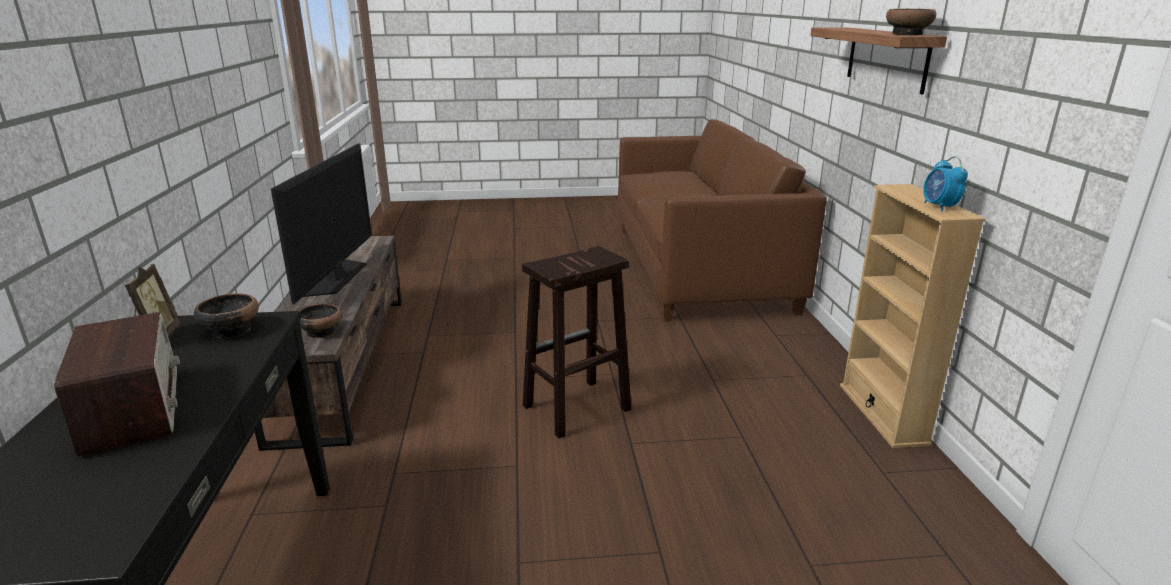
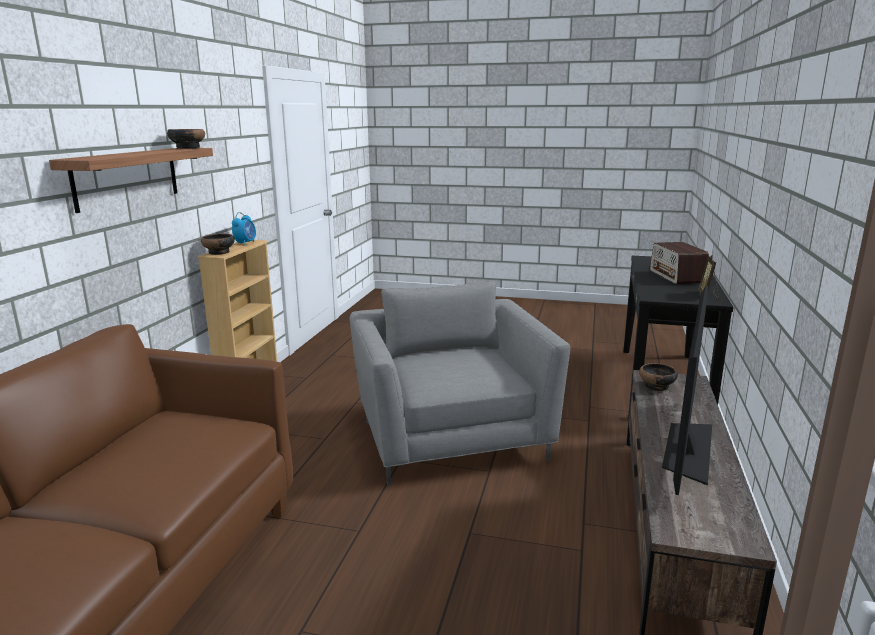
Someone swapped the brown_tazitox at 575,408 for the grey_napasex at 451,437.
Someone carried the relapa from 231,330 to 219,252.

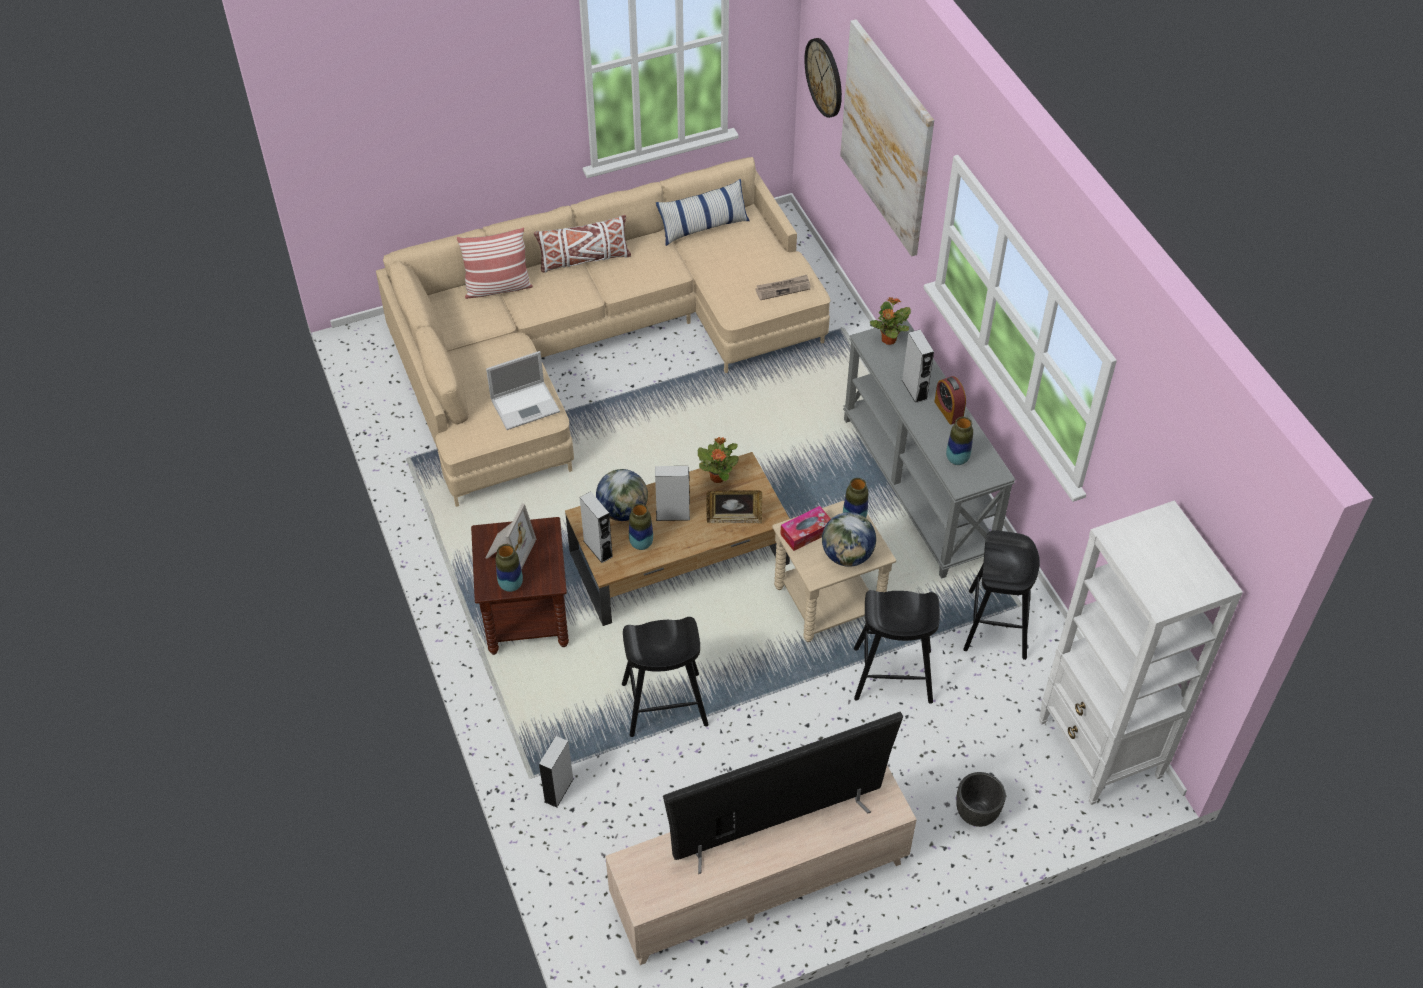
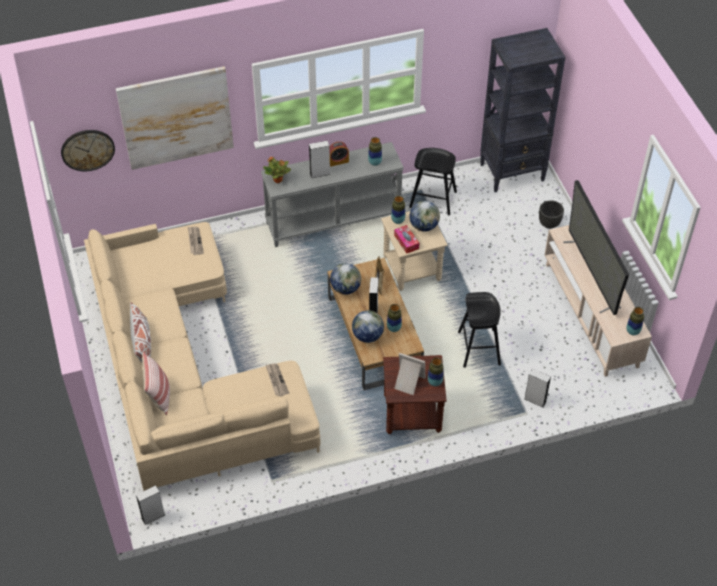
Someone took away the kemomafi at 703,227.
Someone swapped the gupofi at 526,405 for the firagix at 276,380.
Someone swapped the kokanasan at 718,477 for the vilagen at 345,288.
Someone carried the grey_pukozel from 598,548 to 153,516.
Someone repainted the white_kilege at 1099,750, which became the black_kilege at 512,172.
Someone took away the black_tazitox at 893,675.
Someone put down the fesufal at 633,331.

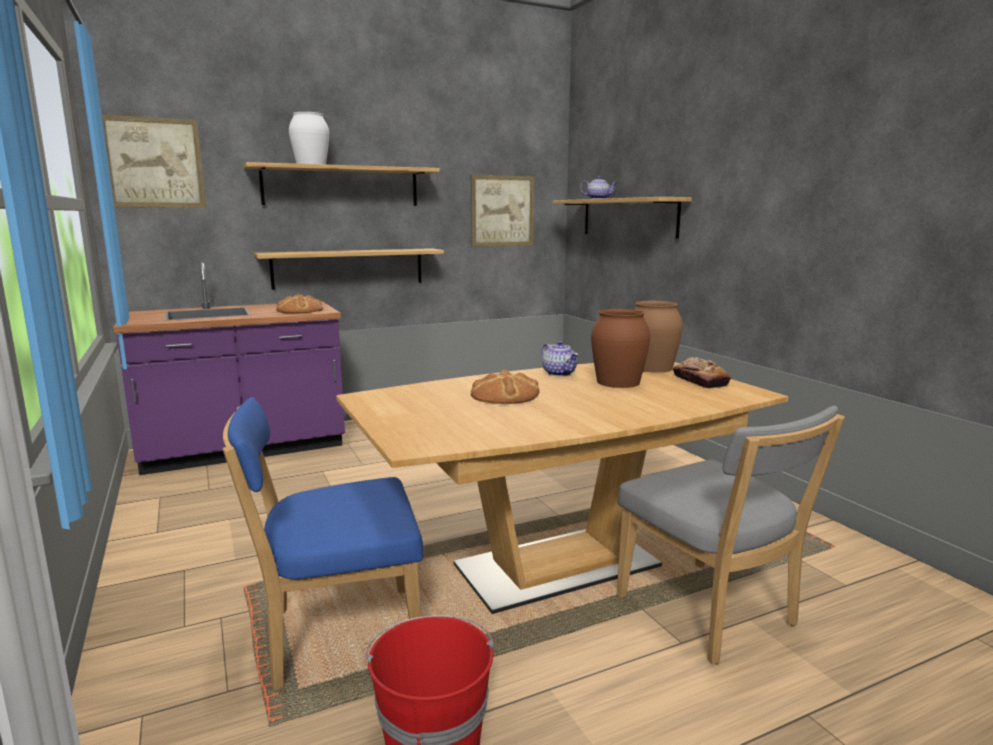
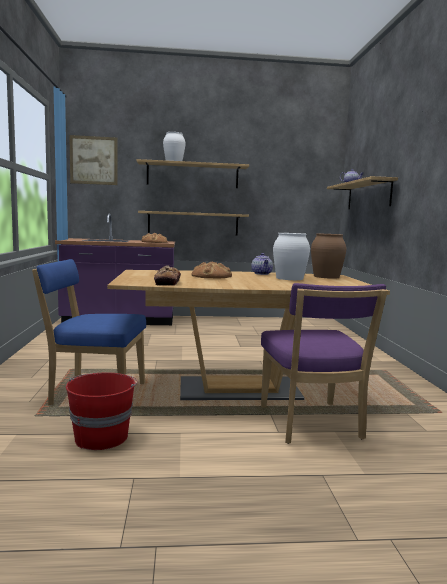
Someone took away the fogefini at 502,211.
Someone repainted the brown_fesufal at 617,382, which became the white_fesufal at 289,278.
Someone carried the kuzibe from 700,381 to 167,283.
Someone repainted the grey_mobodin at 711,614, which became the purple_mobodin at 311,425.

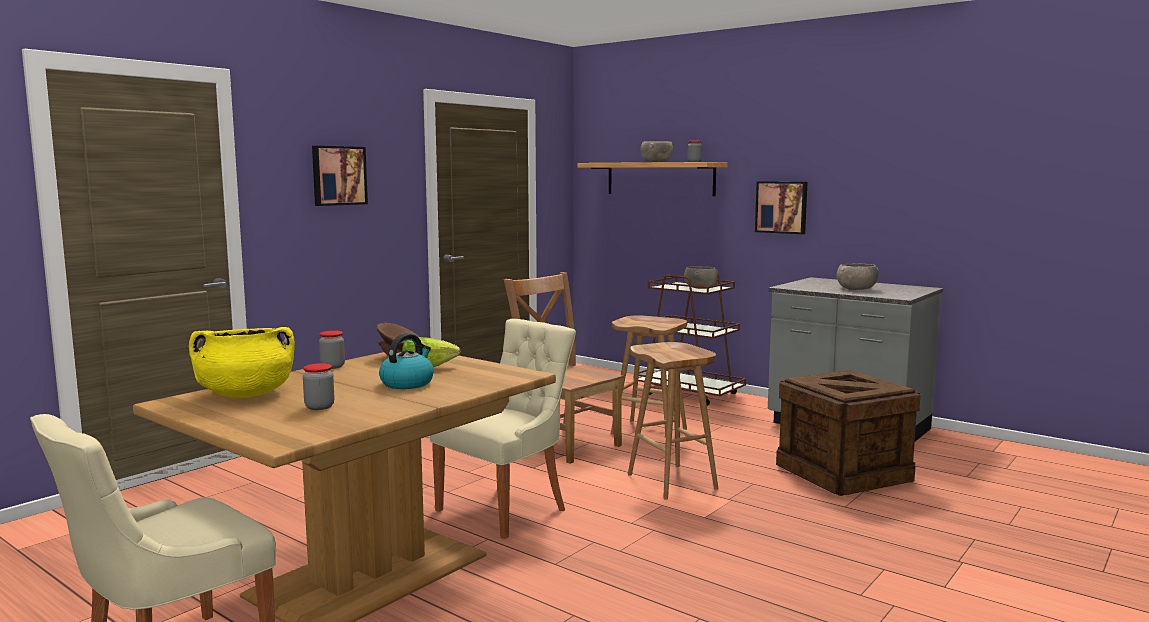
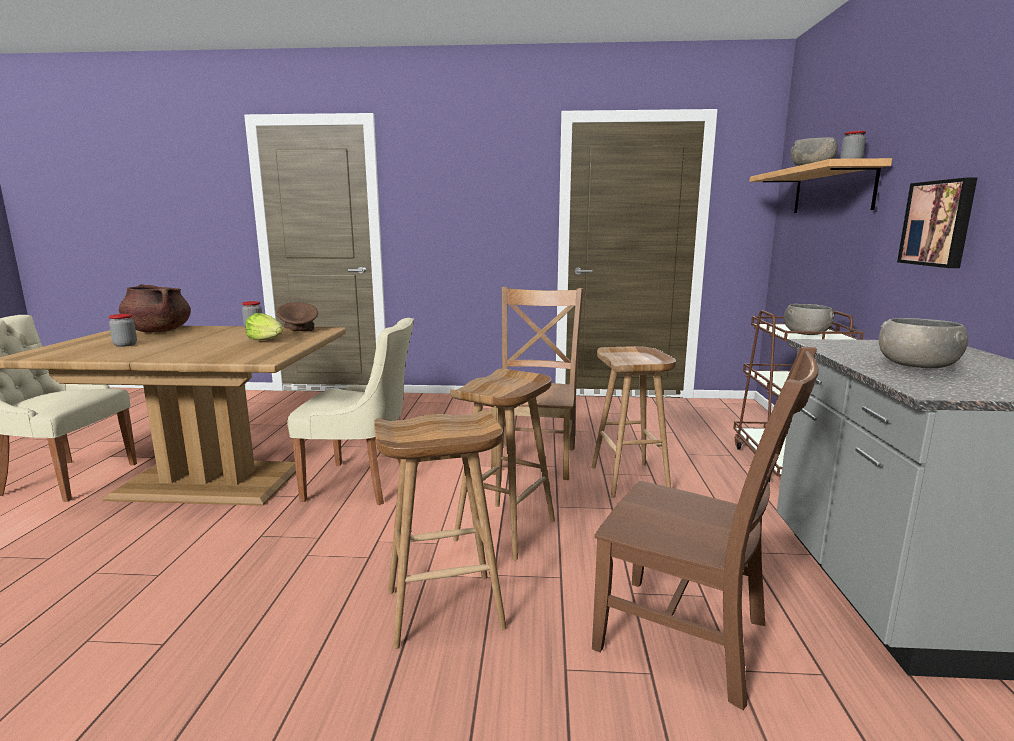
Someone took away the fogefini at 338,175.
Someone repainted the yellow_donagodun at 246,394, which became the brown_donagodun at 158,331.
Someone took away the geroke at 407,383.
Someone swapped the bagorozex at 844,474 for the brown_mobodin at 689,639.
Someone put down the brown_tazitox at 442,610.

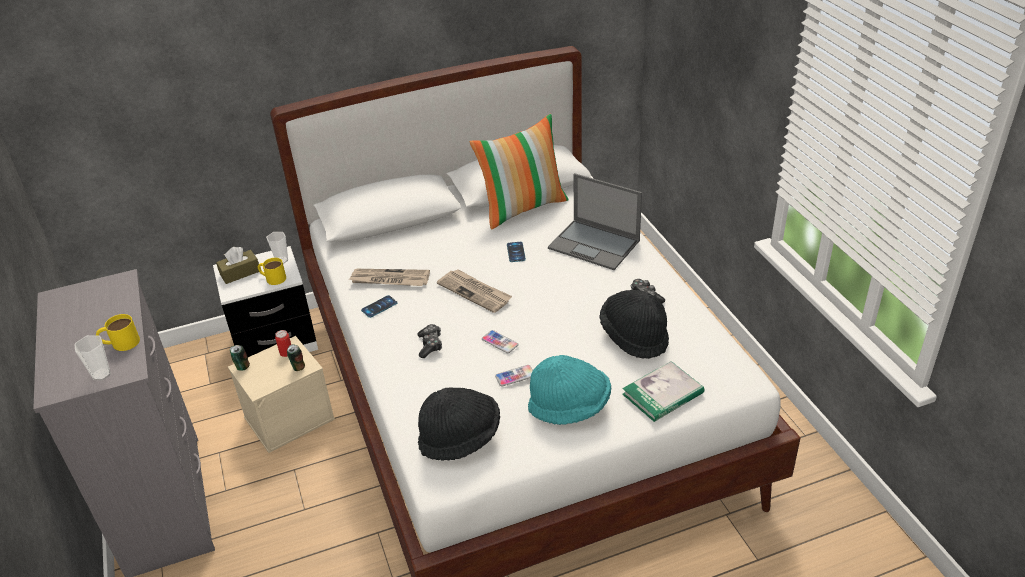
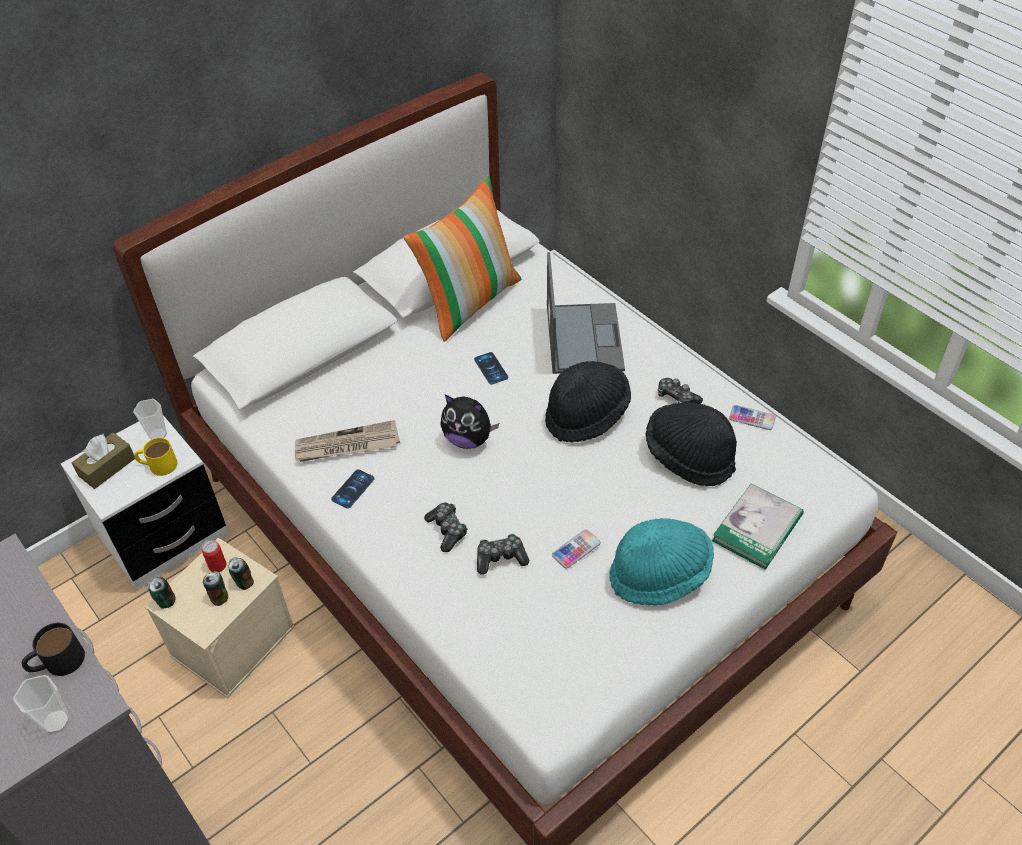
Someone rotated the gupofi at 595,245 by 105 degrees counterclockwise.
Someone swapped the firagix at 475,292 for the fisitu at 468,439.
Someone repainted the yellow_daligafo at 120,343, which became the black_daligafo at 57,662.
Someone carried the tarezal from 500,342 to 752,418.
Someone carried the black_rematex from 460,438 to 586,415.
Someone put down the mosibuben at 501,558.
Someone put down the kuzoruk at 219,597.

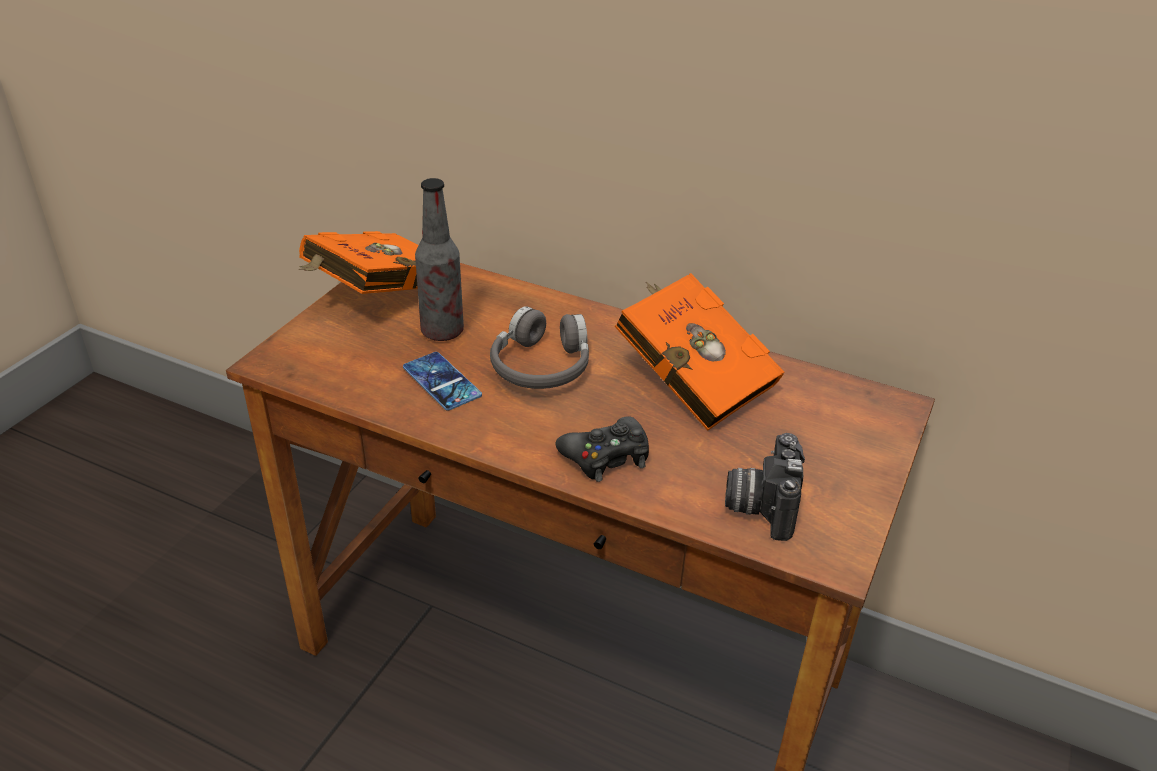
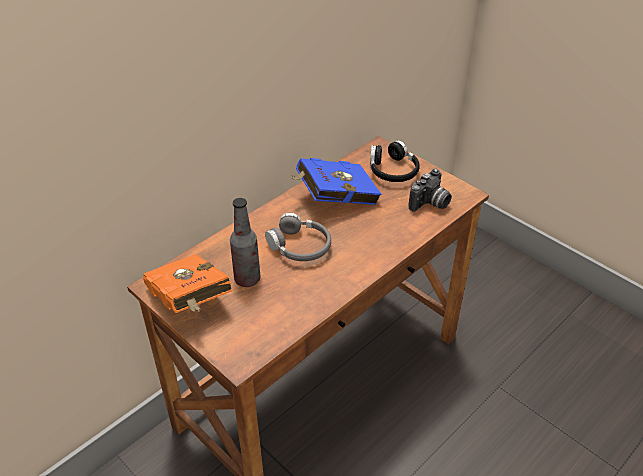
Someone repainted the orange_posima at 691,378, which became the blue_posima at 334,198.
Someone took away the tarezal at 441,381.
Someone took away the black_mosibuben at 606,457.
Someone rotated the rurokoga at 760,505 by 75 degrees counterclockwise.
Someone put down the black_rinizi at 392,170.

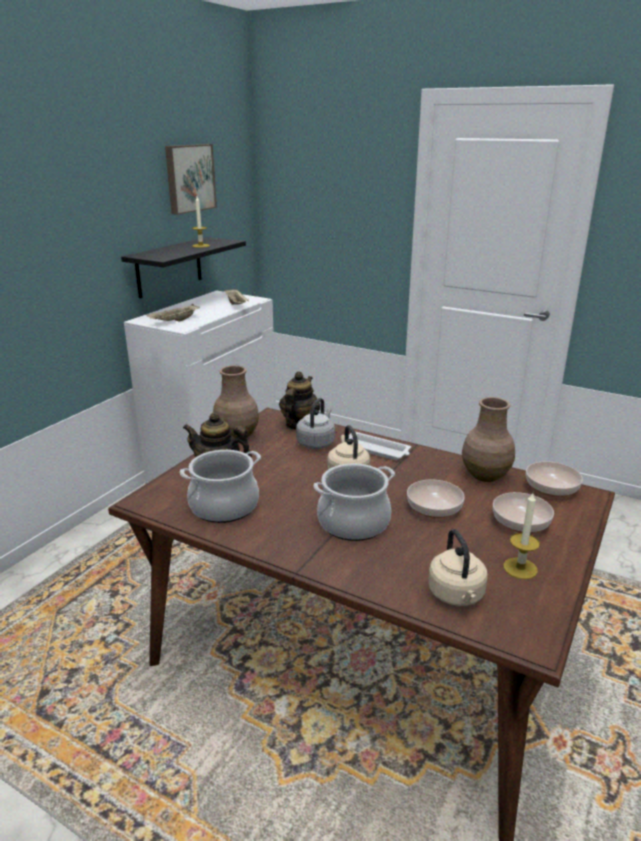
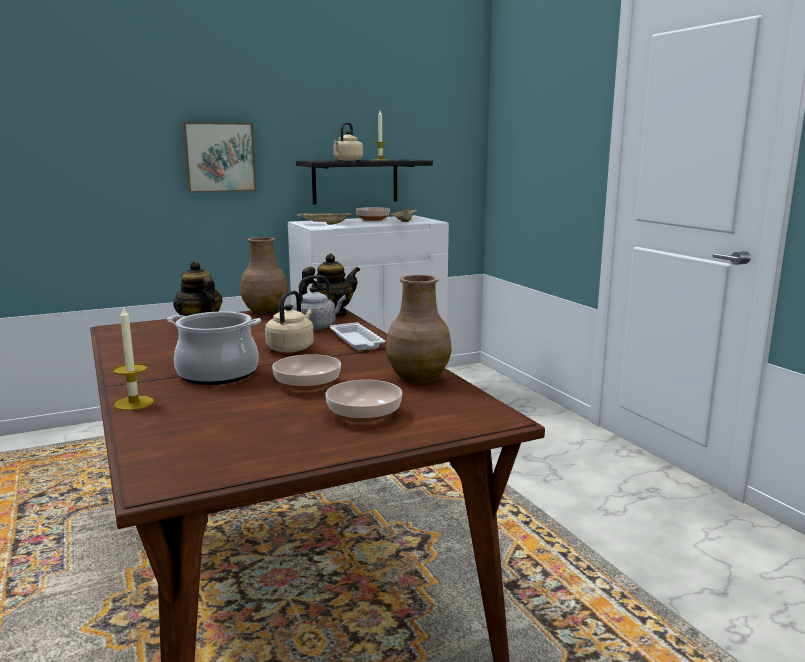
Someone carried the fogefini from 189,178 to 219,157.
Someone took away the donagodun at 224,506.
Someone carried the relapa from 551,488 to 373,219.
Someone carried the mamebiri from 520,568 to 134,403.
Someone carried the beige_geroke from 457,595 to 347,160.

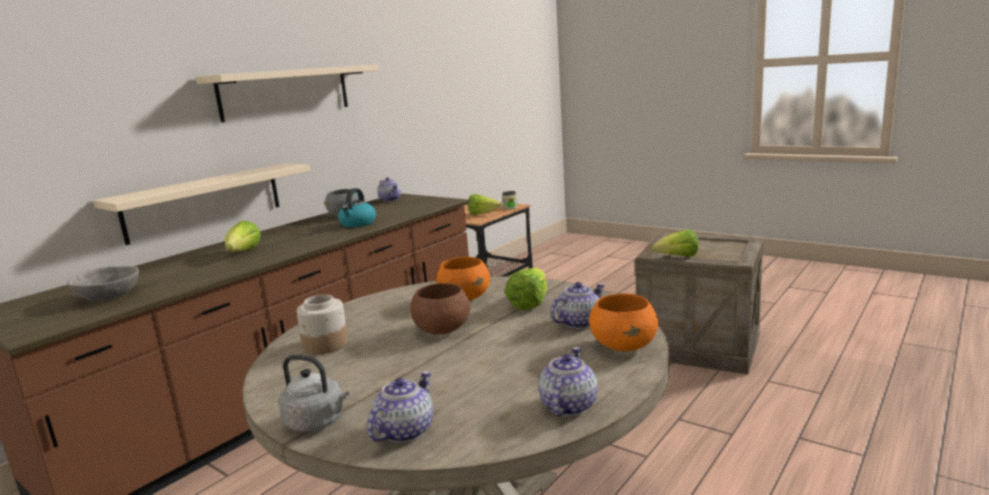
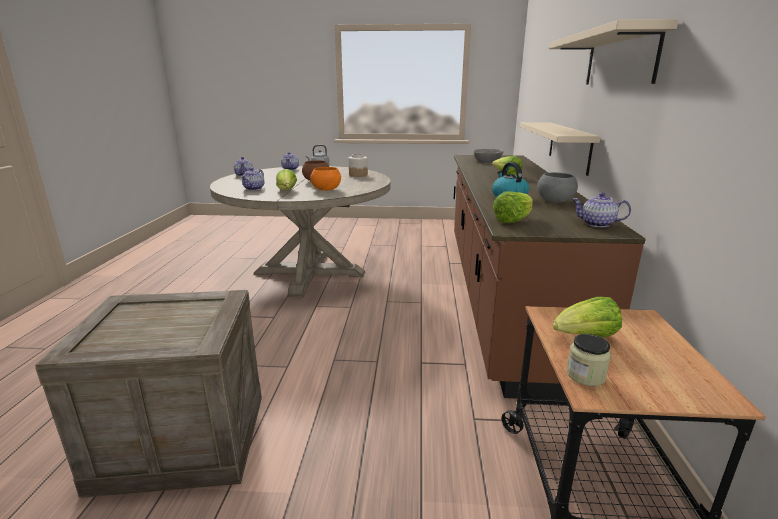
Someone carried the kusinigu from 678,257 to 513,220.
Someone took away the orange_relapa at 624,346.

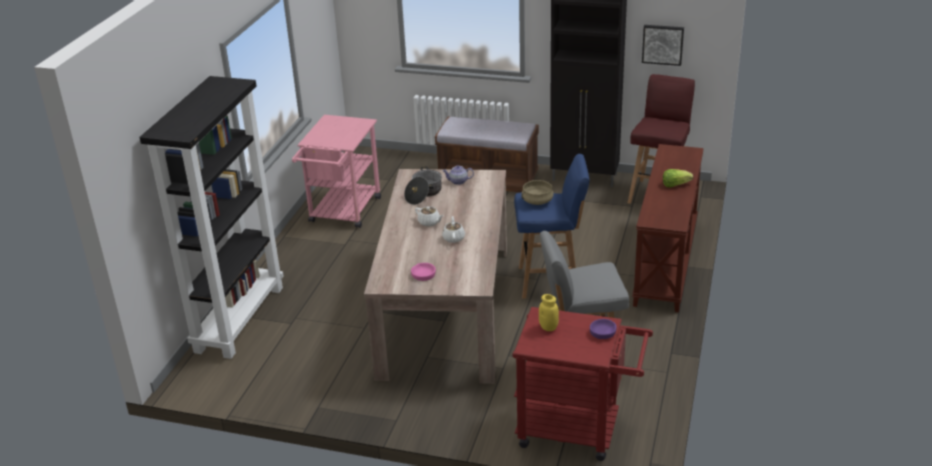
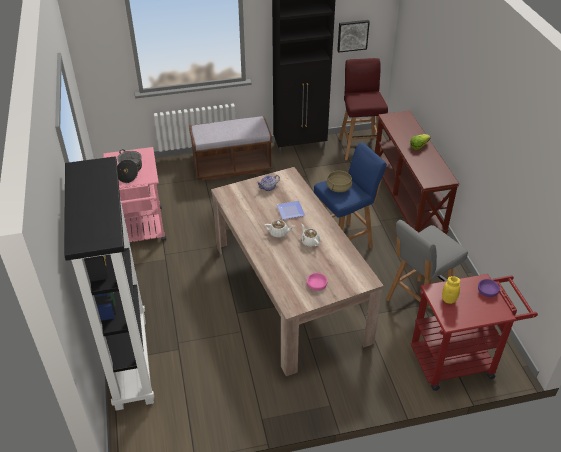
Someone carried the donagodun from 423,194 to 130,171.
Someone put down the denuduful at 291,211.

